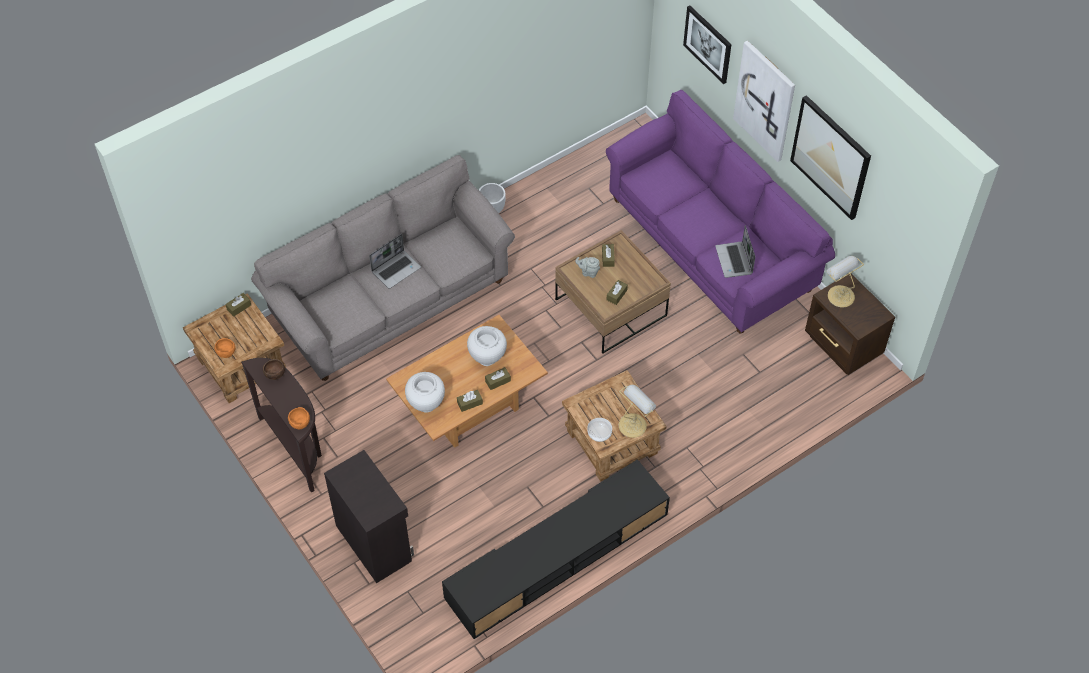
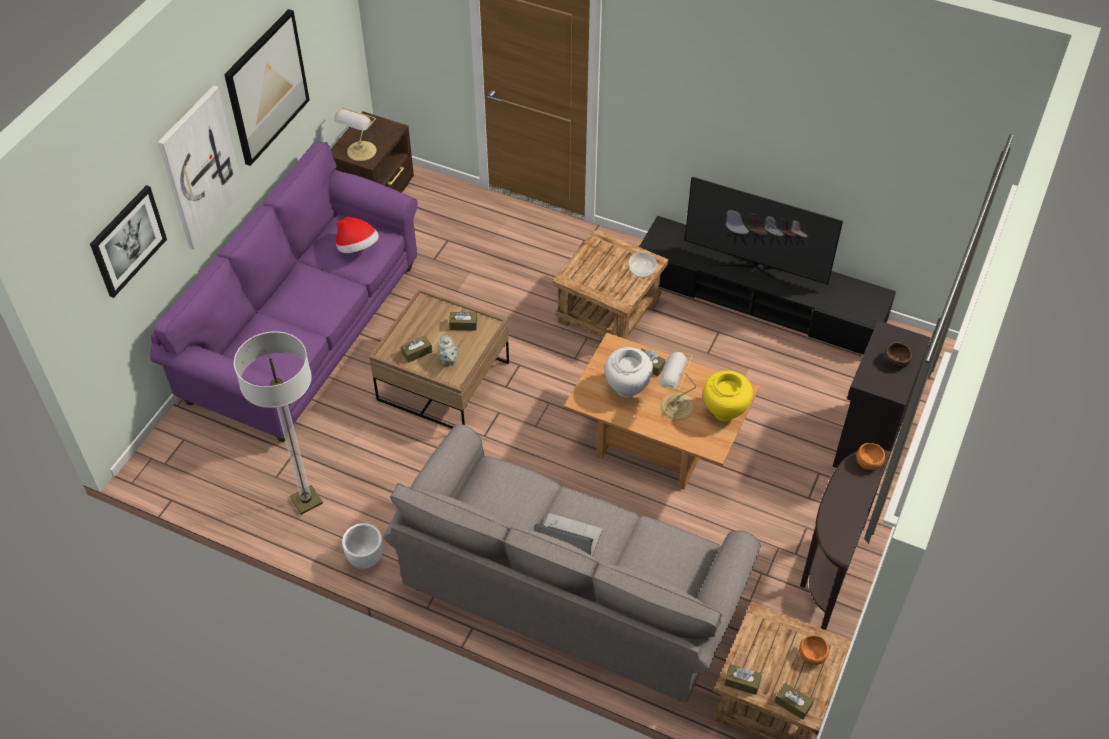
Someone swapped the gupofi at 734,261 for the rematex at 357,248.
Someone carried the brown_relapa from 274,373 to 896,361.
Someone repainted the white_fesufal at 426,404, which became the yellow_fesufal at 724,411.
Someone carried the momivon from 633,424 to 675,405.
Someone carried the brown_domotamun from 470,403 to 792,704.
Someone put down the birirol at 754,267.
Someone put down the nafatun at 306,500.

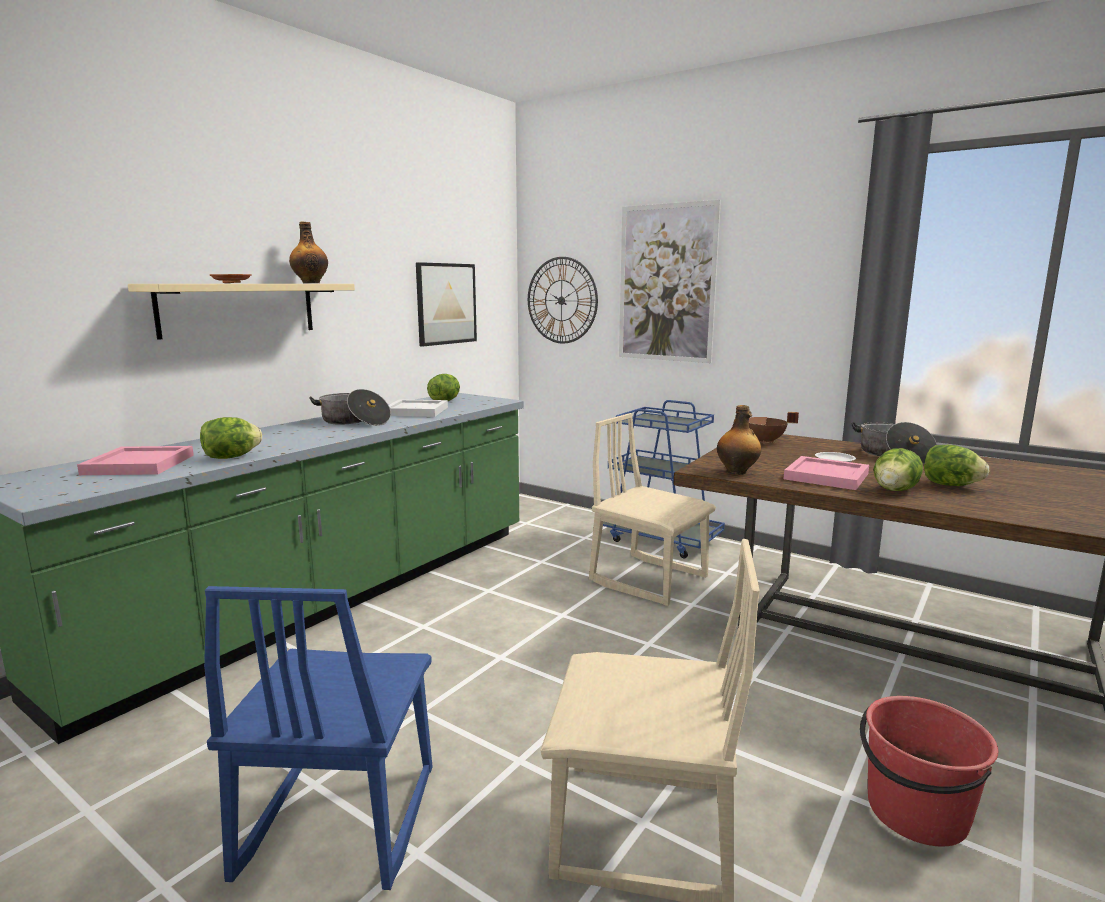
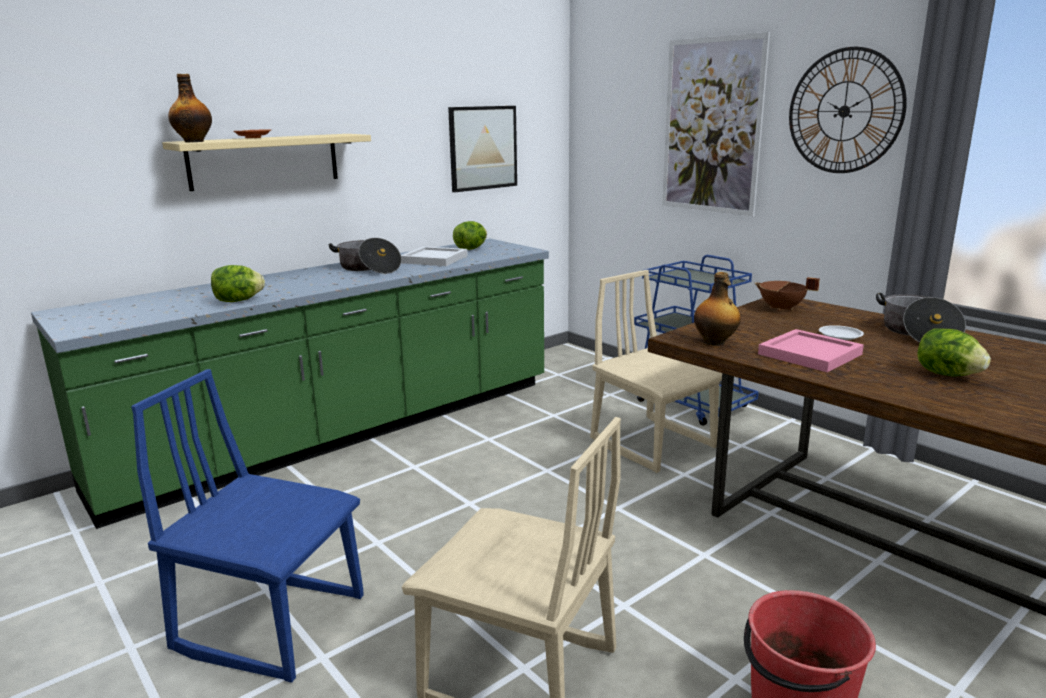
Someone carried the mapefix from 311,283 to 194,141.
Someone carried the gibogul from 561,300 to 844,111.
Someone took away the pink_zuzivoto at 140,465.
Someone took away the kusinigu at 895,490.
Someone rotated the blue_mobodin at 337,821 by 90 degrees clockwise.

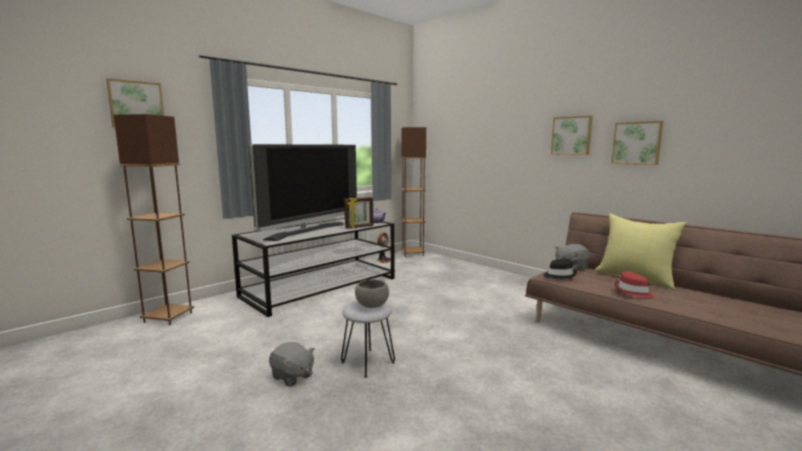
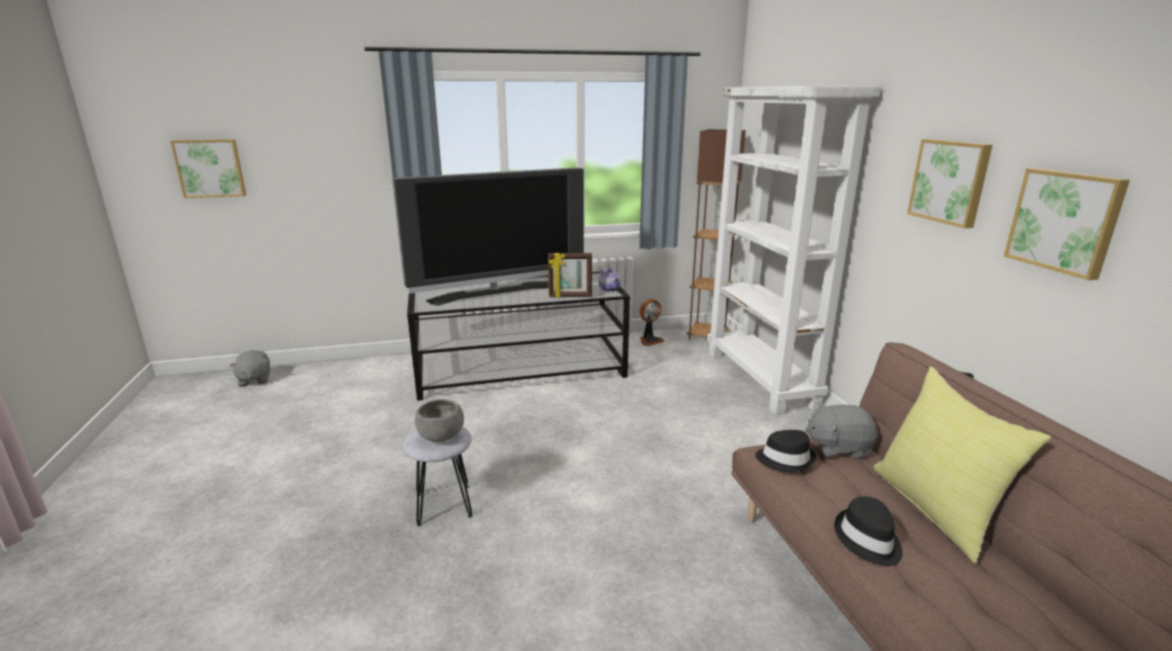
Someone carried the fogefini from 136,105 to 210,168.
Someone took away the brown_nafatun at 168,317.
Someone repainted the red_rematex at 633,292, which became the black_rematex at 867,540.
Someone carried the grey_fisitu from 292,376 to 254,380.
Someone put down the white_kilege at 761,379.

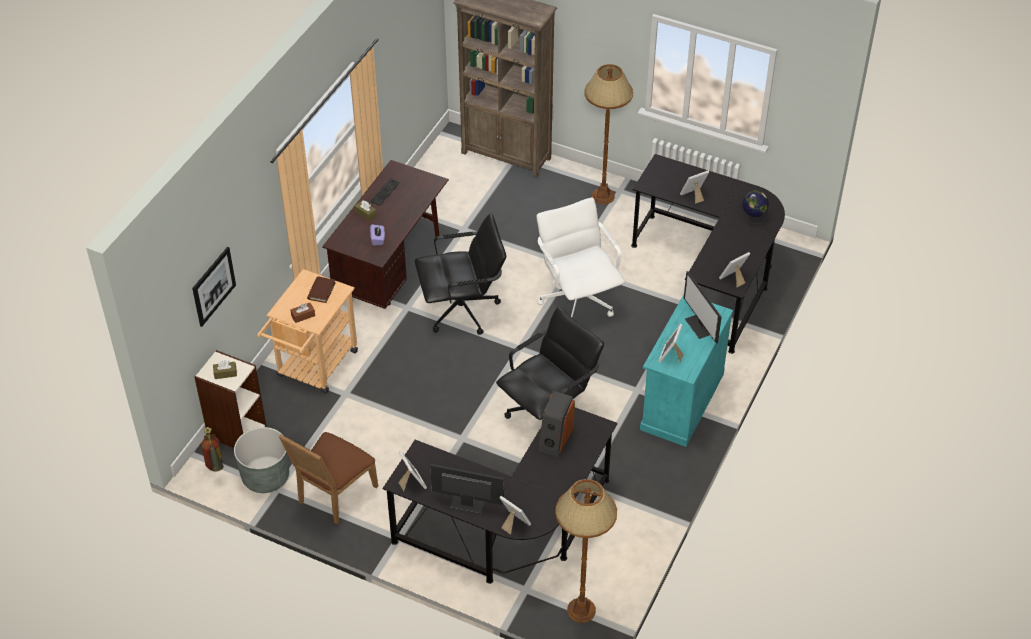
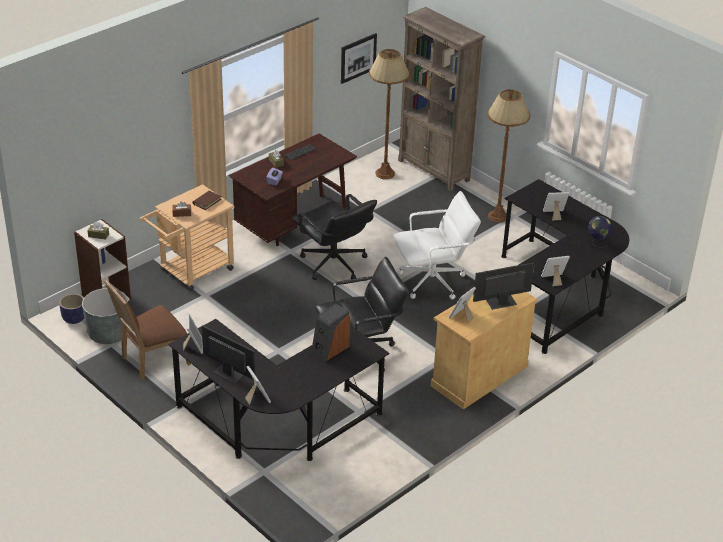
Someone rotated the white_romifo at 577,300 by 75 degrees clockwise.
Someone rotated the black_romifo at 462,310 by 45 degrees clockwise.
Someone carried the fogefini from 213,286 to 358,58.
Someone rotated the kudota at 700,326 by 75 degrees clockwise.
Someone repainted the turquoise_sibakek at 681,401, which became the beige_sibakek at 479,376.
Someone swapped the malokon at 216,470 for the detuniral at 74,318.
Someone carried the brown_nafatun from 581,610 to 384,173.

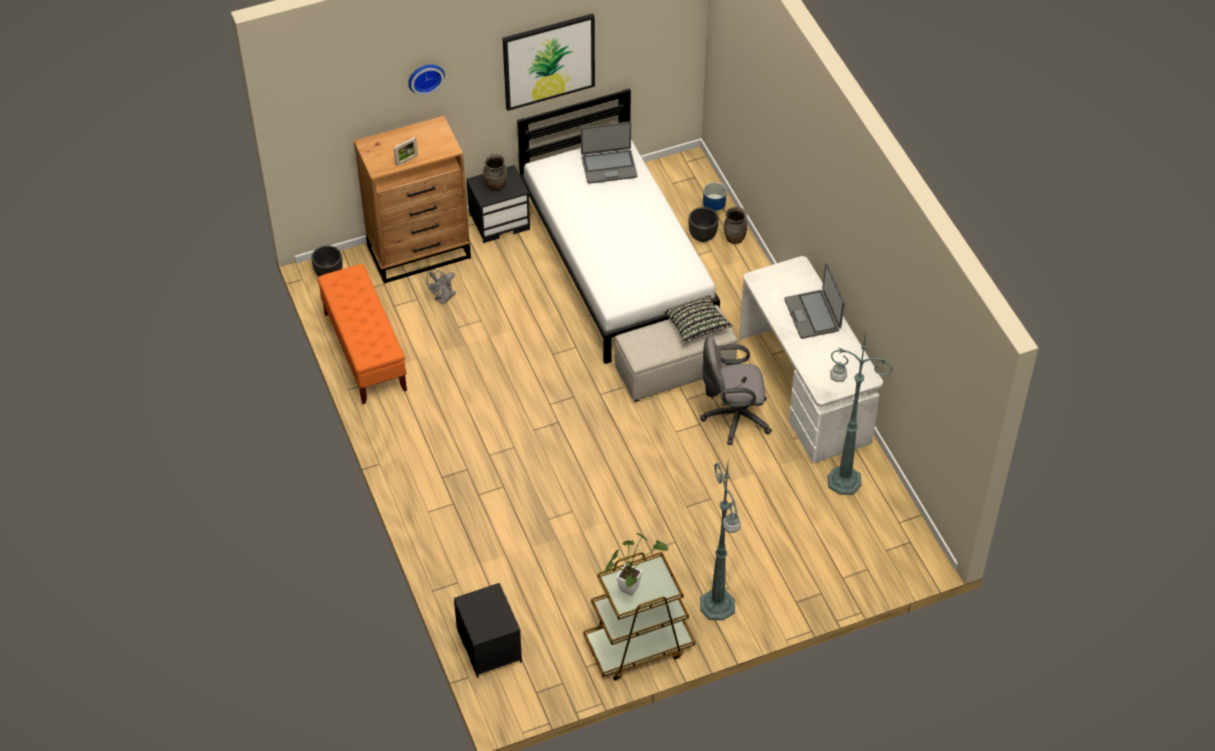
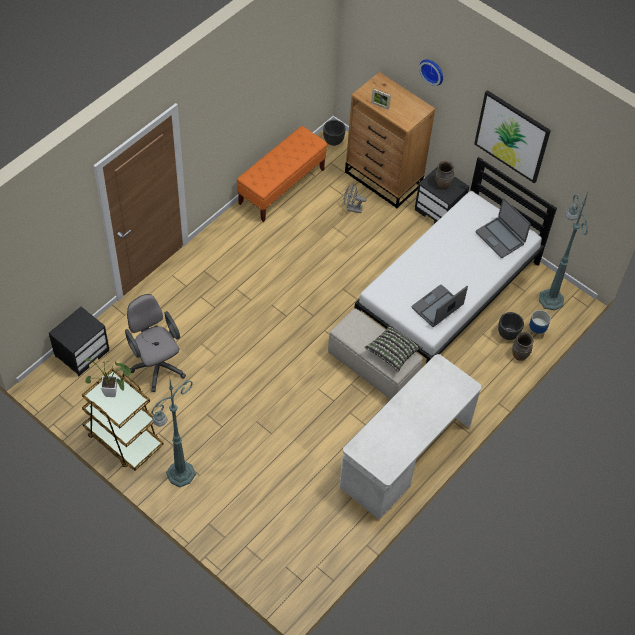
Someone carried the gupofi from 813,315 to 437,307.
Someone carried the green_nafatun from 842,480 to 551,298.
Someone carried the grey_romifo from 733,418 to 157,364.

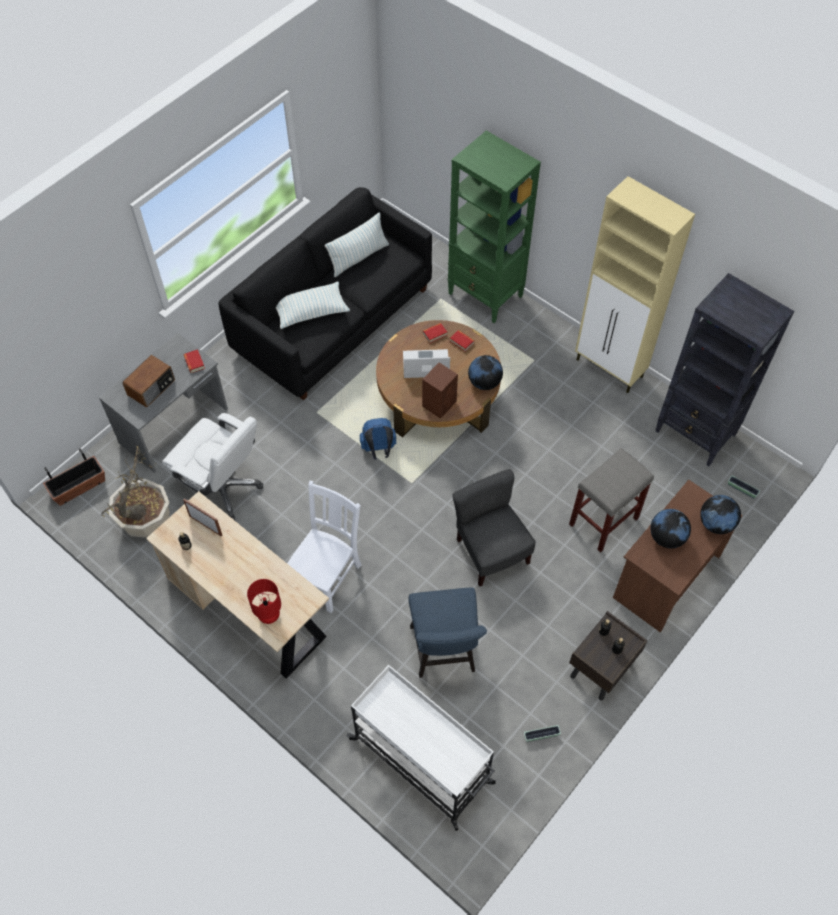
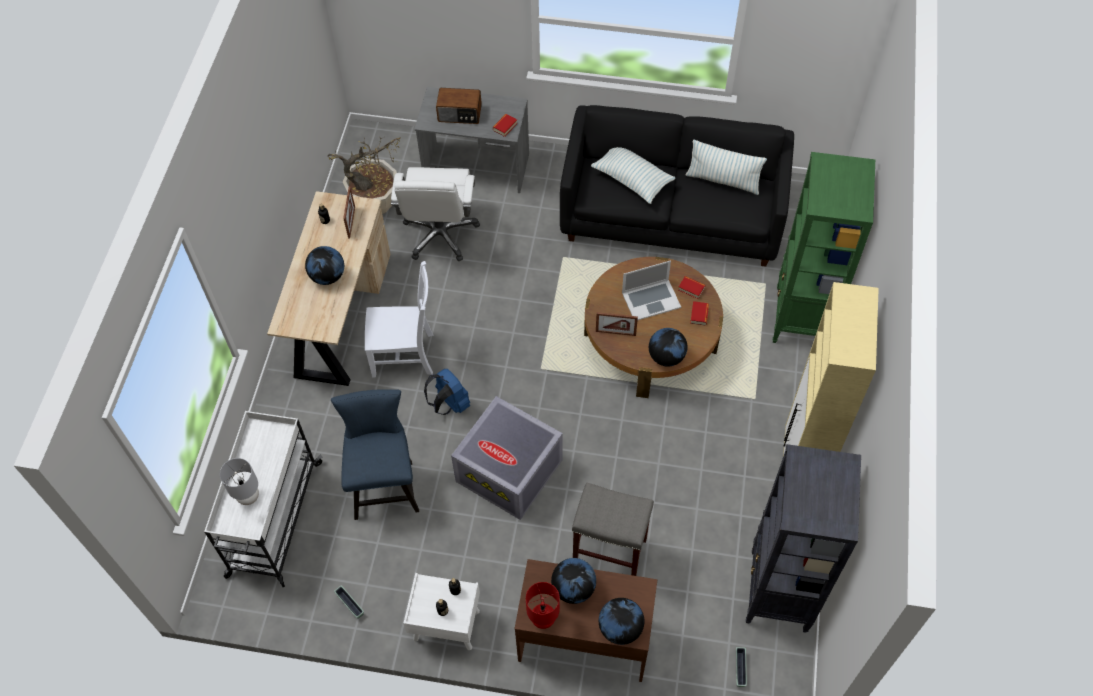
Someone rotated the gupofi at 426,364 by 105 degrees clockwise.
Someone swapped the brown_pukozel at 439,403 for the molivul at 615,333.
Someone carried the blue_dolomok from 379,450 to 449,404.
Someone took away the detuniral at 79,487.
Someone swapped the grey_mobodin at 491,552 for the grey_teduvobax at 511,470.
Someone carried the red_momivon from 269,615 to 543,619.
Someone rotated the blue_mobodin at 444,654 by 120 degrees clockwise.
Someone repainted the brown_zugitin at 601,670, which became the white_zugitin at 445,625.
Someone put down the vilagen at 328,276.
Someone put down the grey_momivon at 248,497.

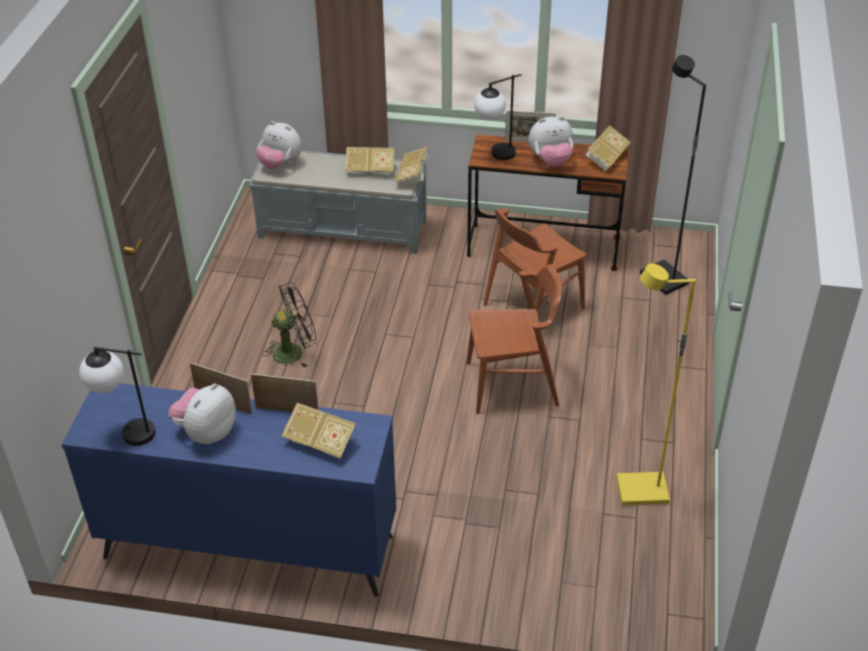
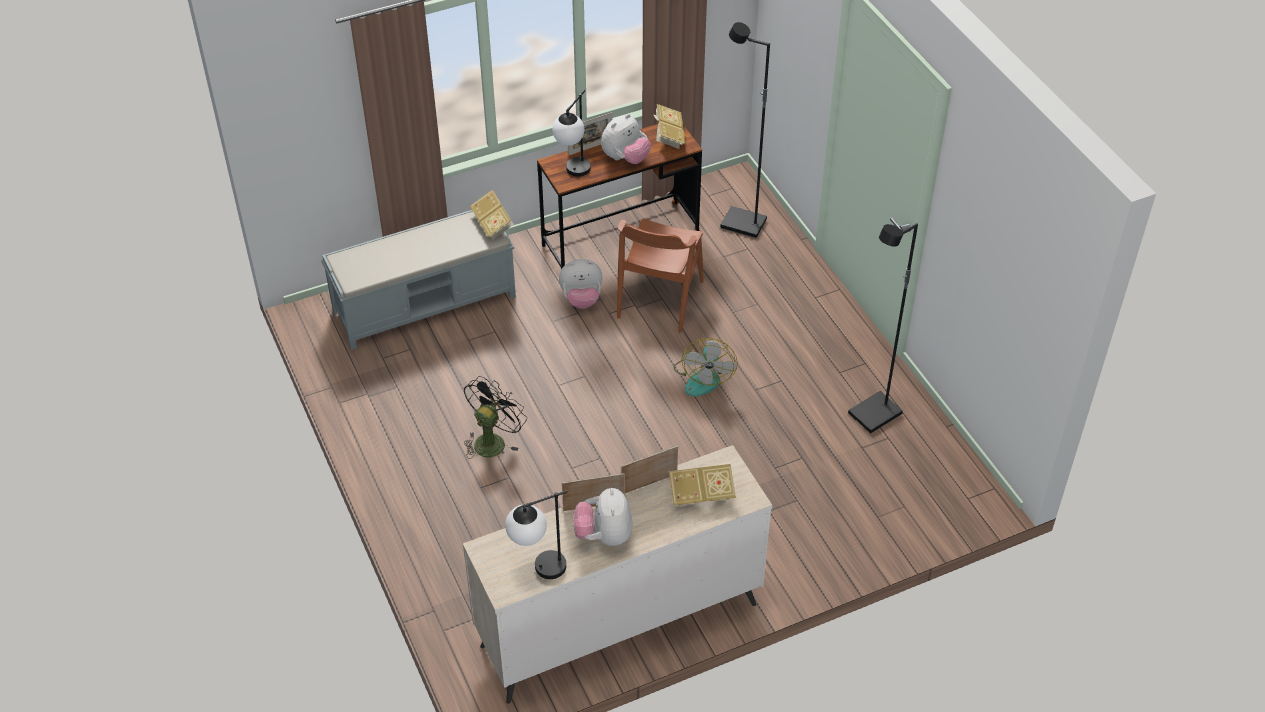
Someone carried the fisitu from 280,164 to 581,299.
Someone took away the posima at 370,170.
Someone repainted the yellow_nafatun at 641,492, which became the black_nafatun at 875,415.
Someone swapped the brown_mobodin at 512,384 for the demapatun at 703,377.
Someone repainted the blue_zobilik at 248,546, which became the beige_zobilik at 618,624.

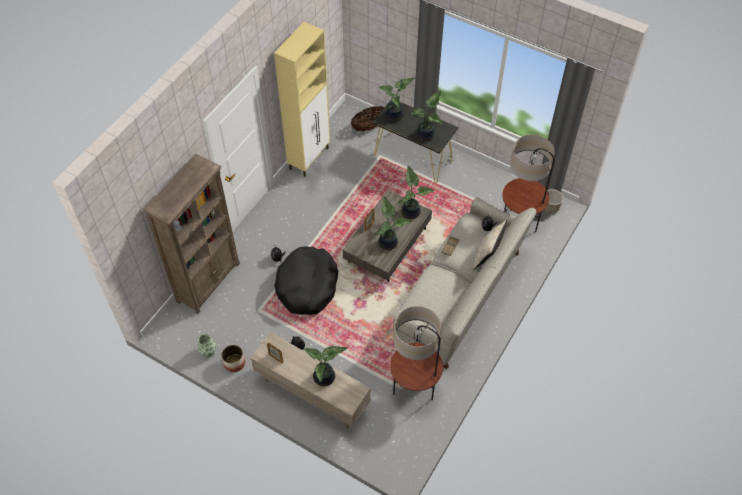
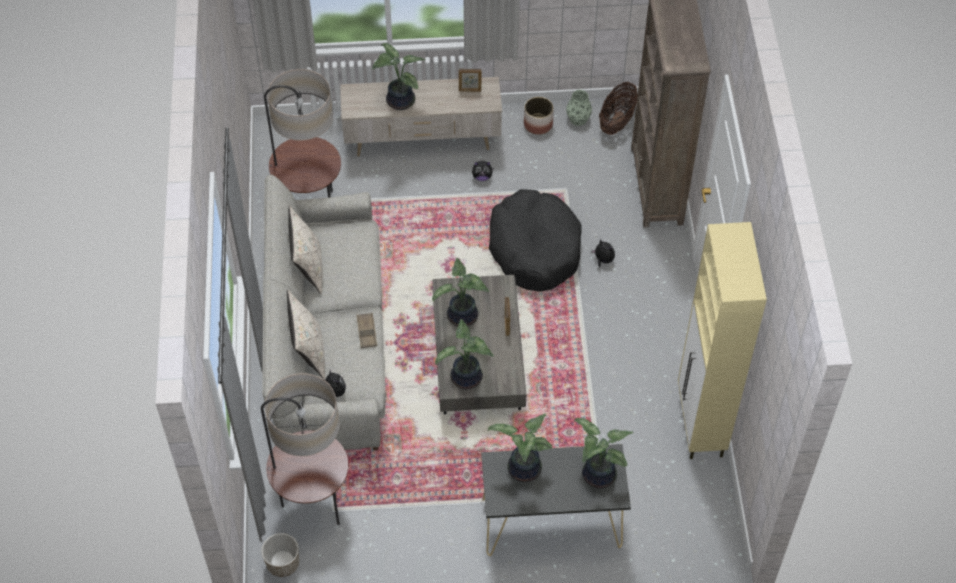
Someone carried the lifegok from 369,126 to 617,121.
Someone put down the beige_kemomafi at 308,268.

